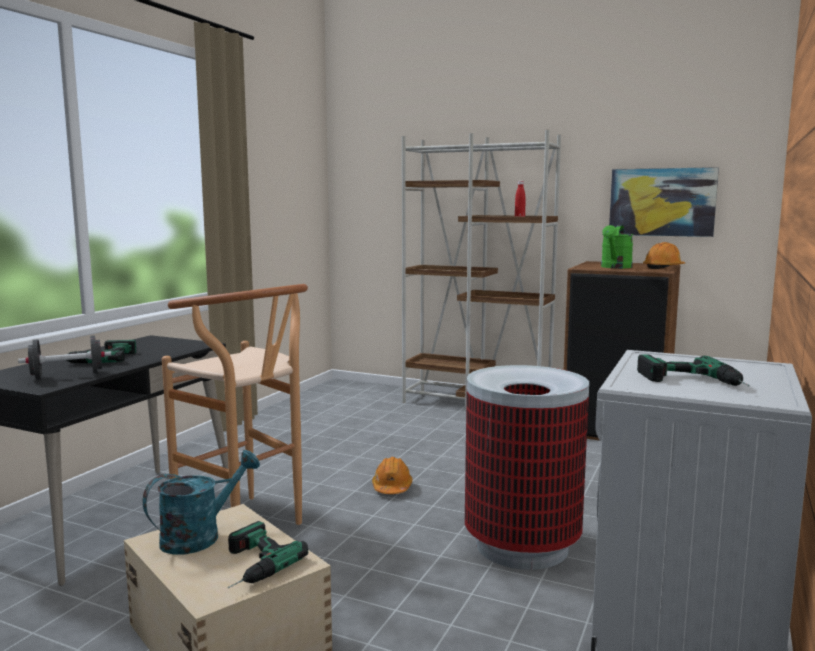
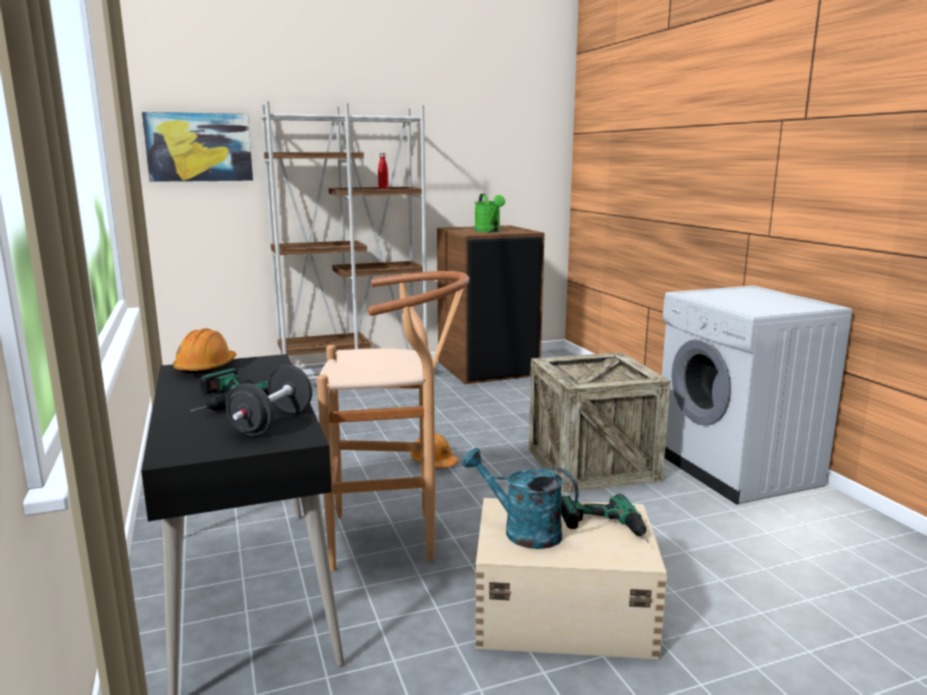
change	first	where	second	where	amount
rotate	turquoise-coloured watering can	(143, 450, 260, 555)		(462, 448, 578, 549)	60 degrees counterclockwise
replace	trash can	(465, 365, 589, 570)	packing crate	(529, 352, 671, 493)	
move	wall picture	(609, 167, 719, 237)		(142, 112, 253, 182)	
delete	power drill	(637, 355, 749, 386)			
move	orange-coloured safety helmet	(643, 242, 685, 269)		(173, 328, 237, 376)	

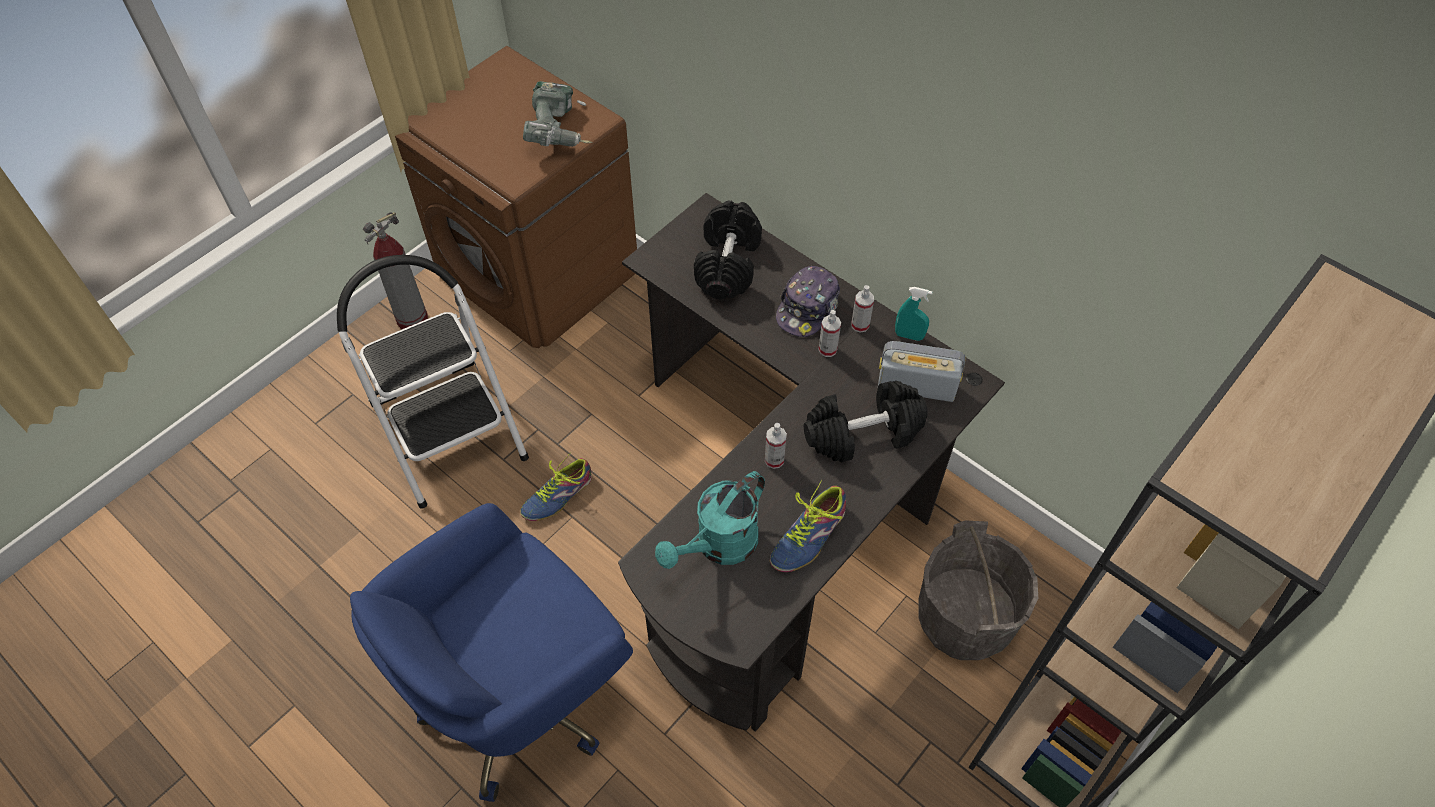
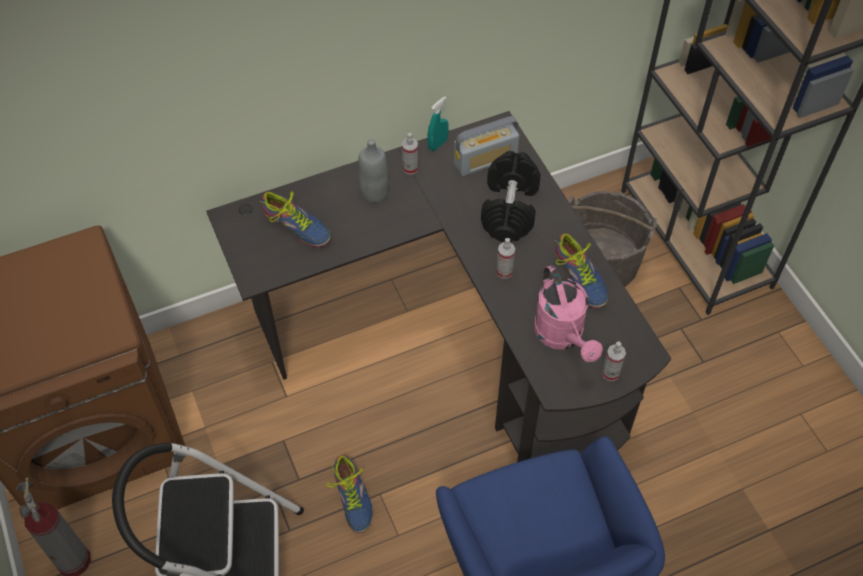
change	first	where	second	where	amount
delete	power drill	(523, 81, 593, 147)			
recolor	turquoise-coloured watering can	(655, 471, 765, 569)	pink watering can	(534, 265, 603, 362)	
replace	black-coloured dumbbell	(694, 200, 762, 299)	low shoe	(260, 191, 331, 247)	
replace	cap	(776, 266, 840, 337)	gray beverage bottle	(358, 139, 389, 203)	
move	spray bottle	(818, 310, 841, 357)		(602, 341, 626, 381)	
rotate	radio set	(878, 341, 966, 402)		(454, 116, 519, 176)	150 degrees counterclockwise

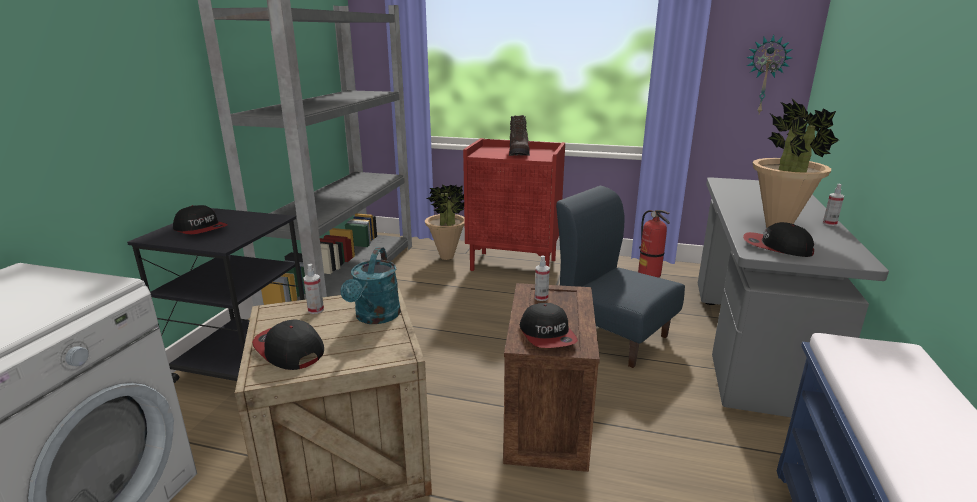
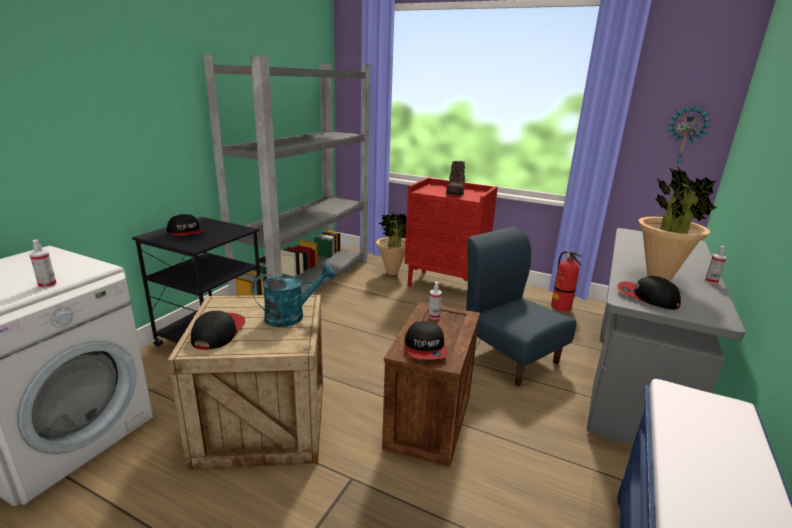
change	first	where	second	where	amount
rotate	cap	(252, 319, 324, 370)		(191, 311, 245, 350)	45 degrees clockwise
move	spray bottle	(303, 264, 324, 314)		(29, 239, 57, 288)	
rotate	turquoise-coloured watering can	(340, 247, 401, 324)		(252, 264, 335, 327)	135 degrees counterclockwise

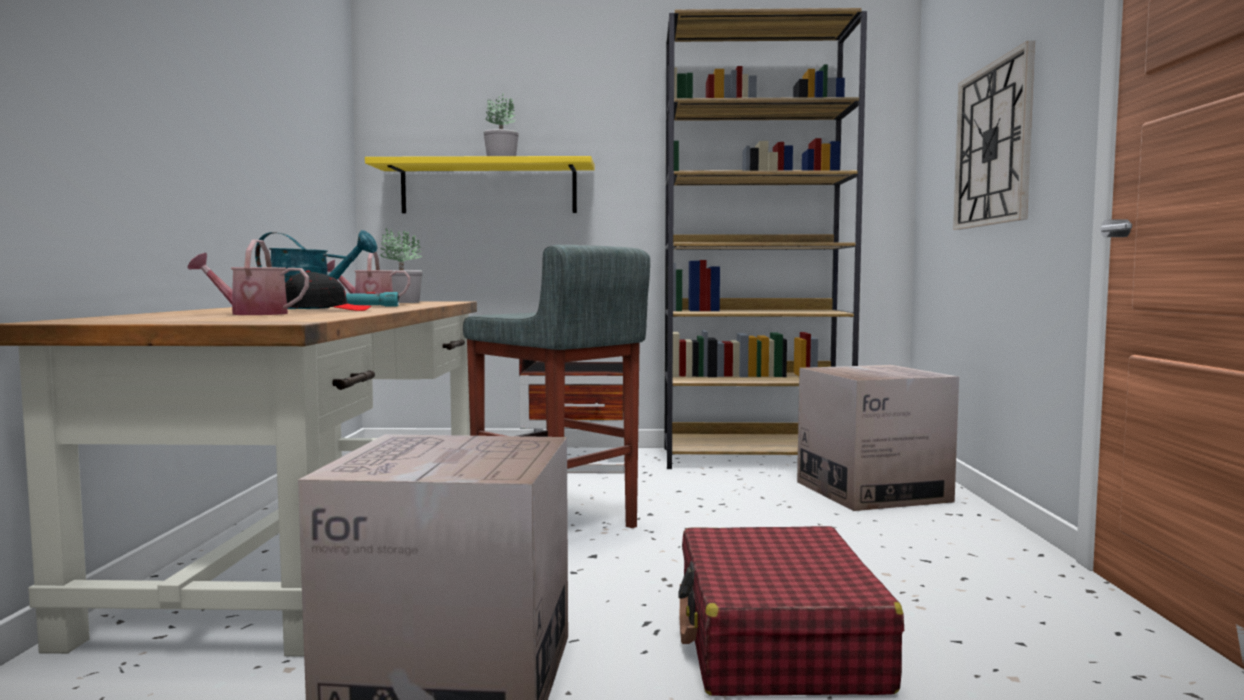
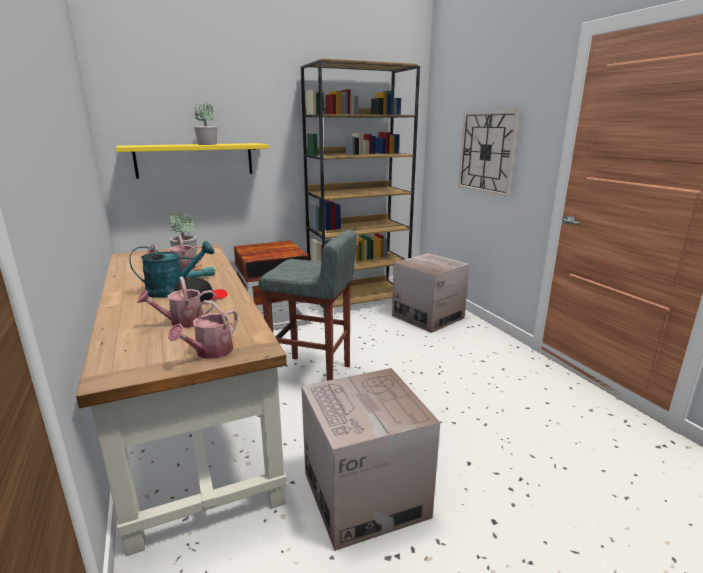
change	first	where	second	where	amount
delete	reddish suitcase	(678, 526, 904, 696)			
insert			watering can	(168, 300, 238, 359)	

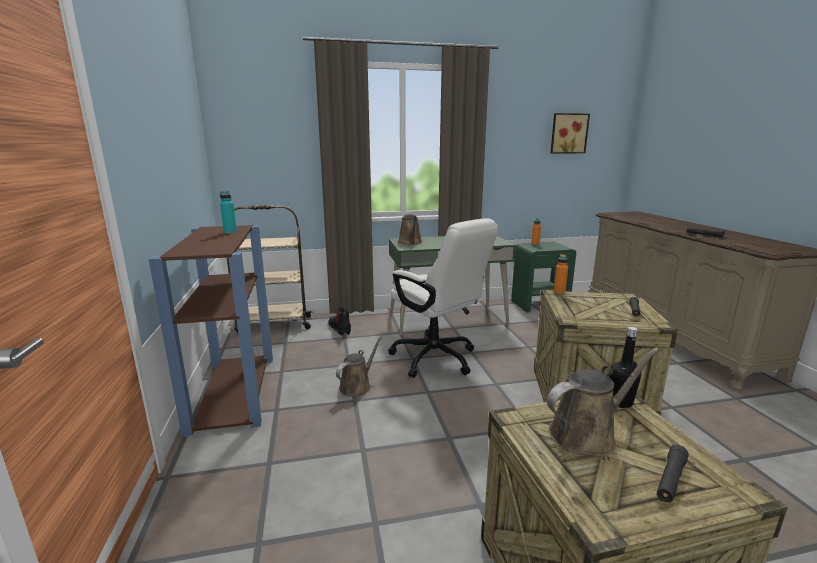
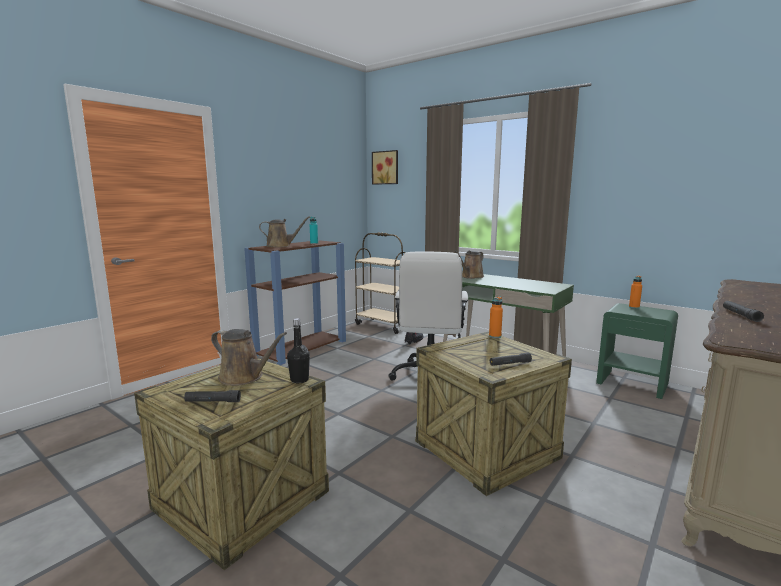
change	first	where	second	where	amount
move	brownish watering can	(336, 335, 383, 397)		(259, 216, 310, 247)	
move	wall picture	(550, 113, 590, 153)		(372, 150, 398, 185)	

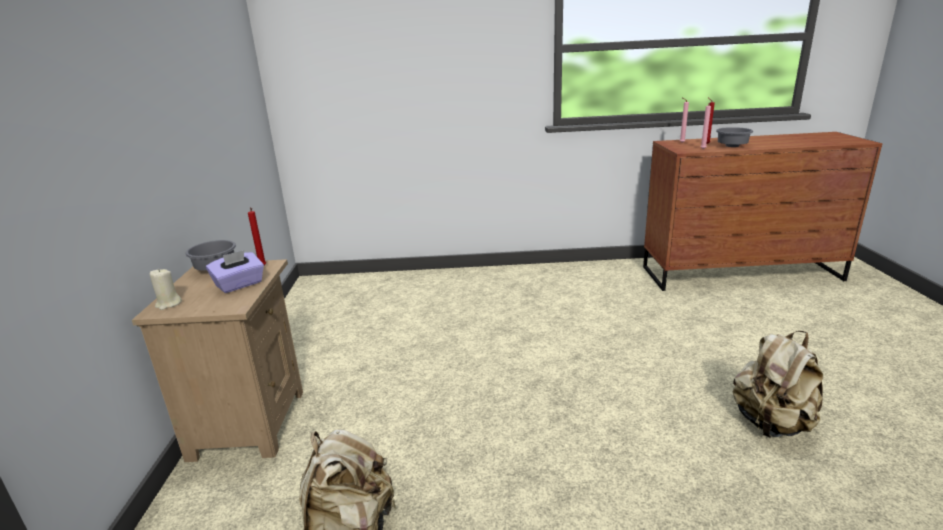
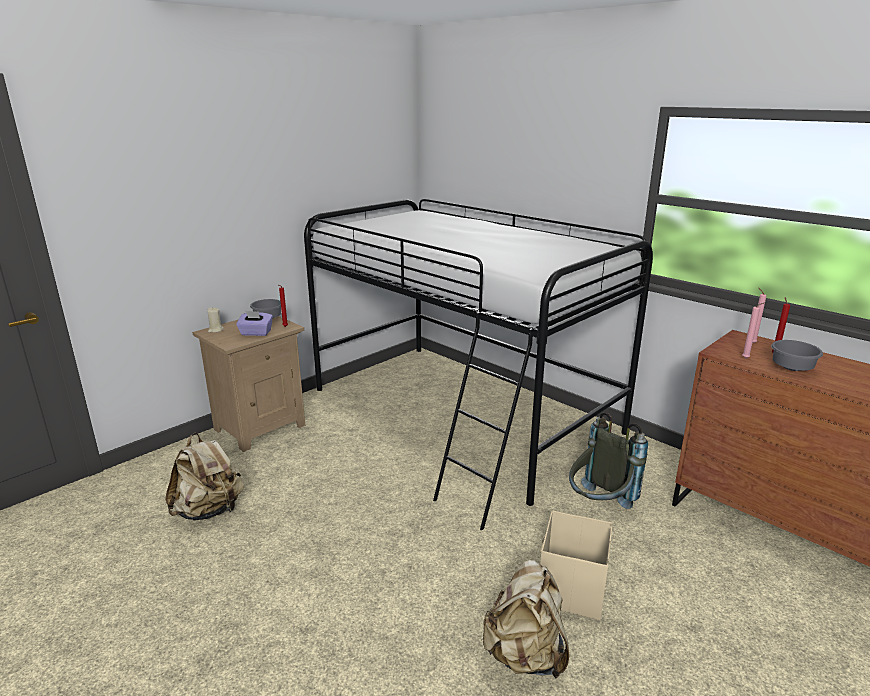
change	first	where	second	where	amount
insert			black-coloured sleeping bed	(304, 199, 653, 530)	
insert			sand-coloured storage bin	(540, 510, 613, 620)	
insert			gray rucksack	(569, 412, 648, 509)	

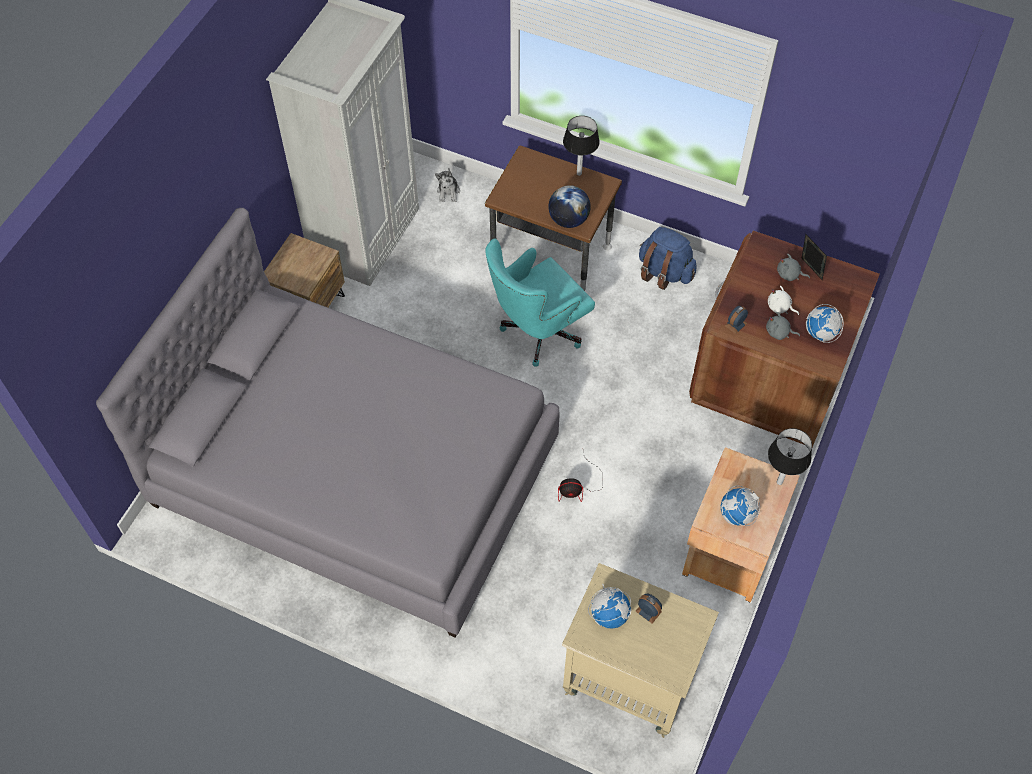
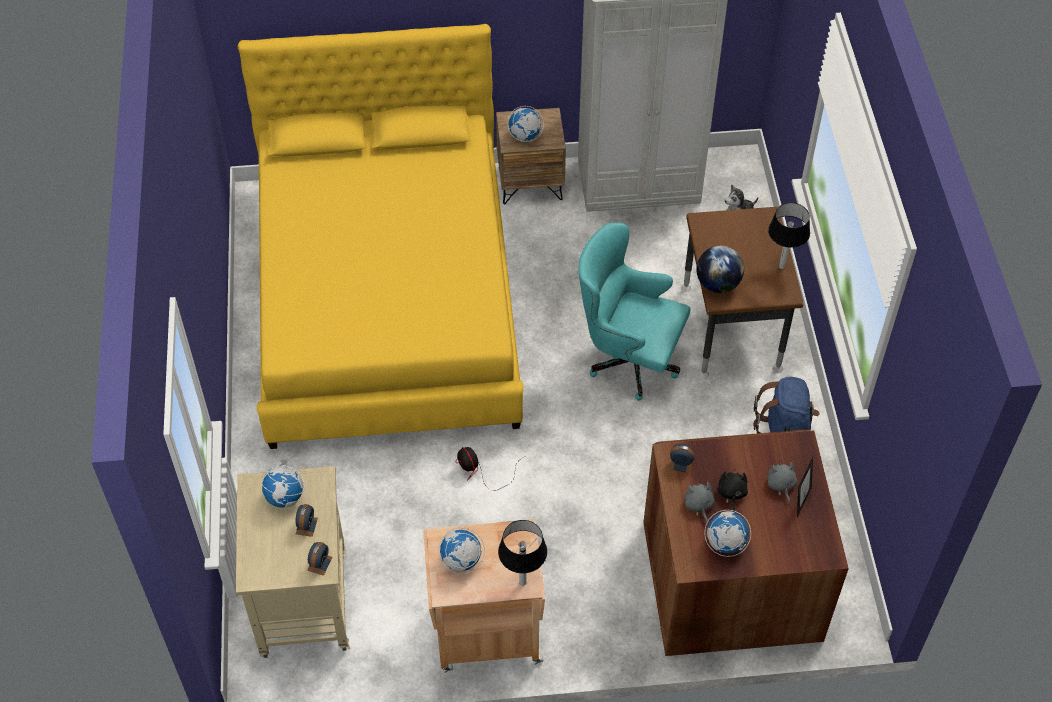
change	first	where	second	where	amount
recolor	gray sleeping bed	(96, 208, 559, 637)	yellow-coloured sleeping bed	(237, 24, 524, 449)	
recolor	white plush toy	(768, 286, 799, 315)	black-coloured plush toy	(717, 468, 748, 512)	
insert			alarm clock	(307, 542, 332, 576)	
insert			world globe	(507, 106, 544, 142)	

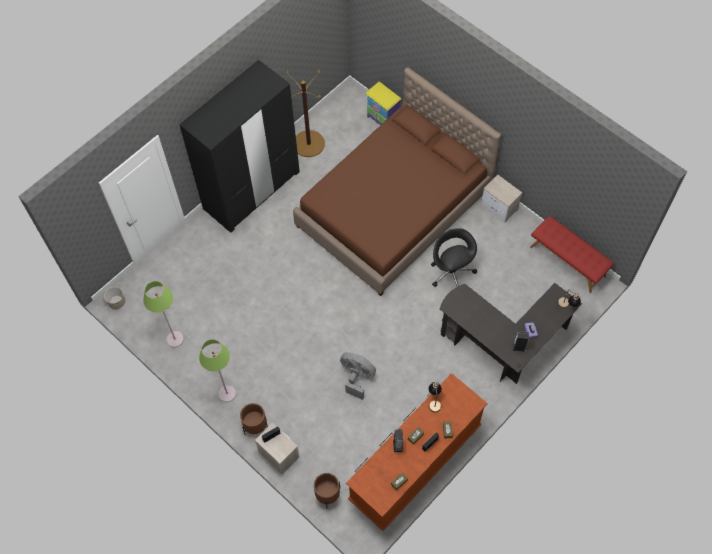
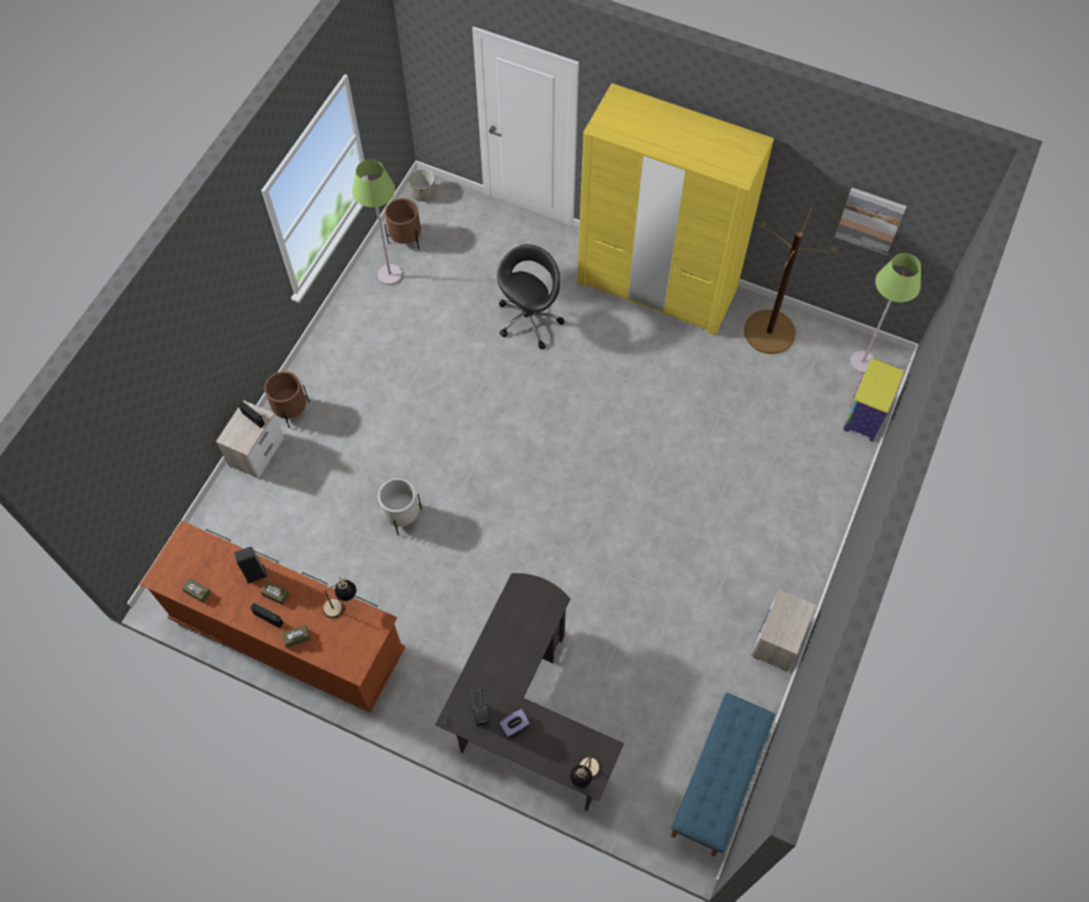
change	first	where	second	where	amount
recolor	black-coloured armoire	(179, 60, 300, 232)	yellow-coloured armoire	(577, 83, 774, 335)	
move	green standard lamp	(199, 340, 236, 402)		(850, 253, 921, 373)	
delete	brownish sleeping bed	(293, 67, 501, 296)			
move	brownish plant pot	(314, 473, 340, 507)		(384, 198, 421, 249)	
replace	gray cooling fan	(340, 352, 376, 400)	white plant pot	(378, 478, 422, 535)	
move	black-coloured office chair	(431, 228, 477, 287)		(497, 244, 564, 349)	
recolor	reddish long seat	(530, 215, 614, 293)	blue long seat	(671, 693, 775, 856)	
insert			wall picture	(835, 187, 907, 255)	

